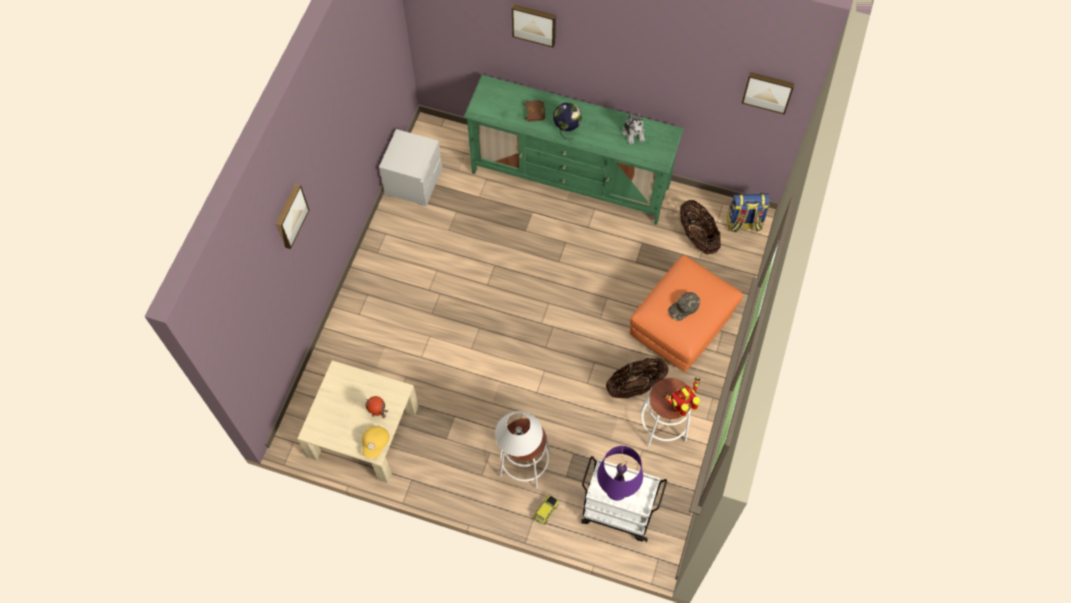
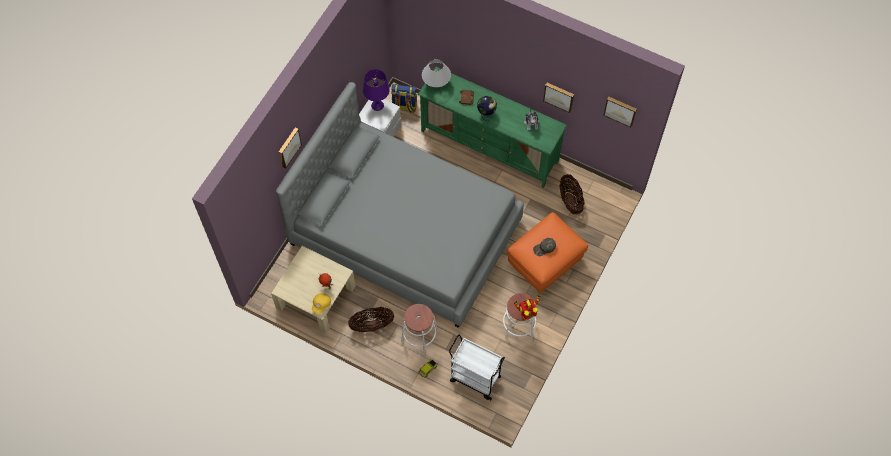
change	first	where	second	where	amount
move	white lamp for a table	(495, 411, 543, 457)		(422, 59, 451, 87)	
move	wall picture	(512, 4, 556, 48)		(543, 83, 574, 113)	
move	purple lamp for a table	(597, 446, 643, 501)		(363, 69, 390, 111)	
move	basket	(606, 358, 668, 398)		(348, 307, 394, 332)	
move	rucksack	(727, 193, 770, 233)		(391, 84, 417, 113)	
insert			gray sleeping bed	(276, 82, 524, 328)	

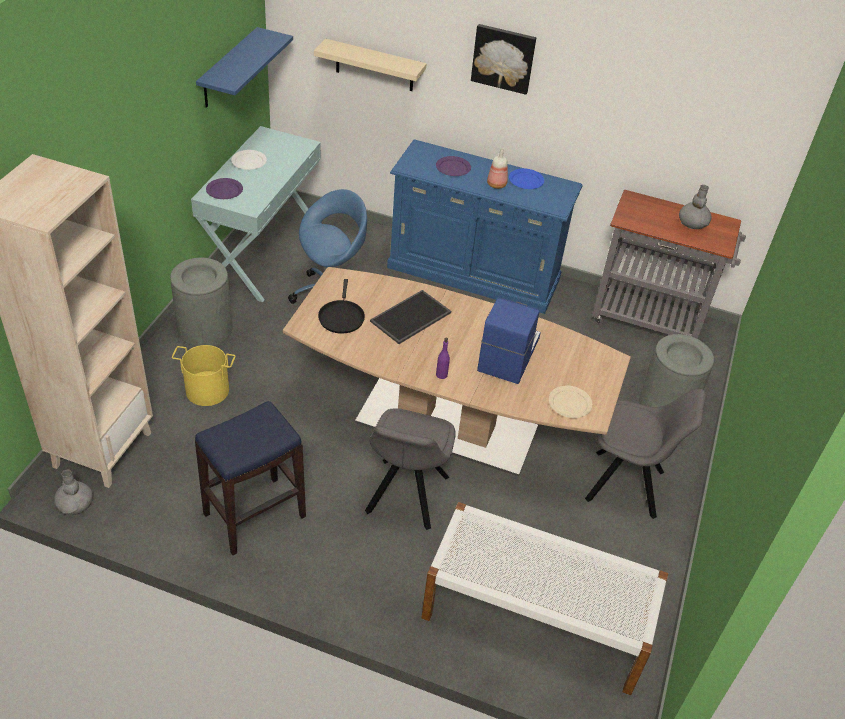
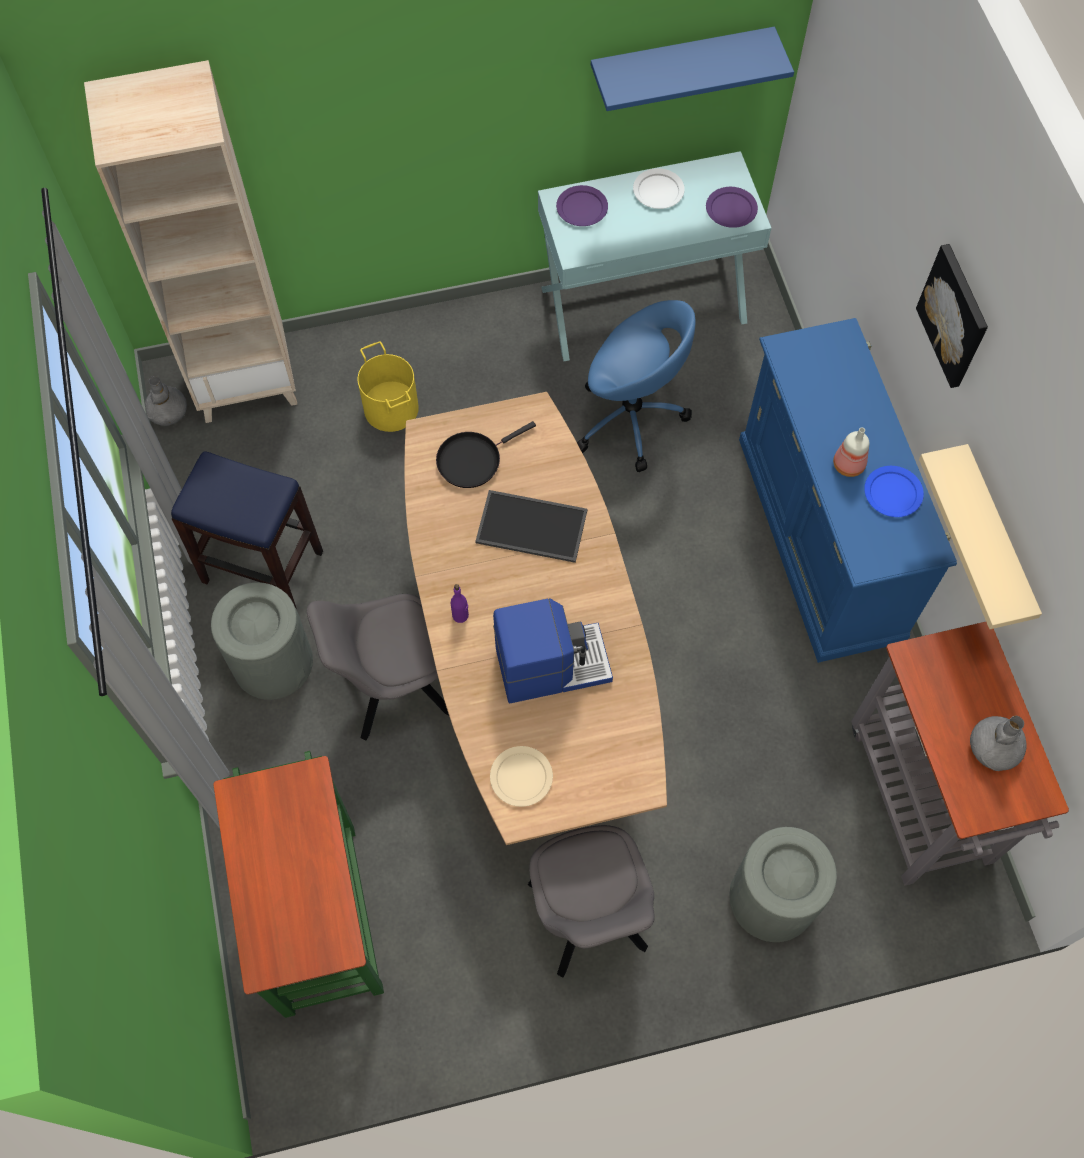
change	first	where	second	where	amount
move	gray trash can	(170, 258, 232, 346)		(211, 582, 313, 700)	
move	sand-coloured wall shelf	(314, 39, 426, 91)		(919, 444, 1042, 629)	
replace	white long seat	(421, 502, 668, 695)	green trolley	(213, 751, 384, 1018)	
move	purple plate	(436, 156, 471, 176)		(706, 187, 758, 228)	

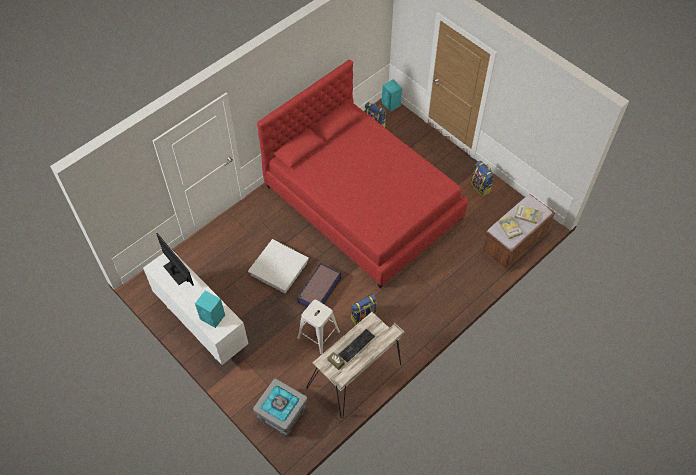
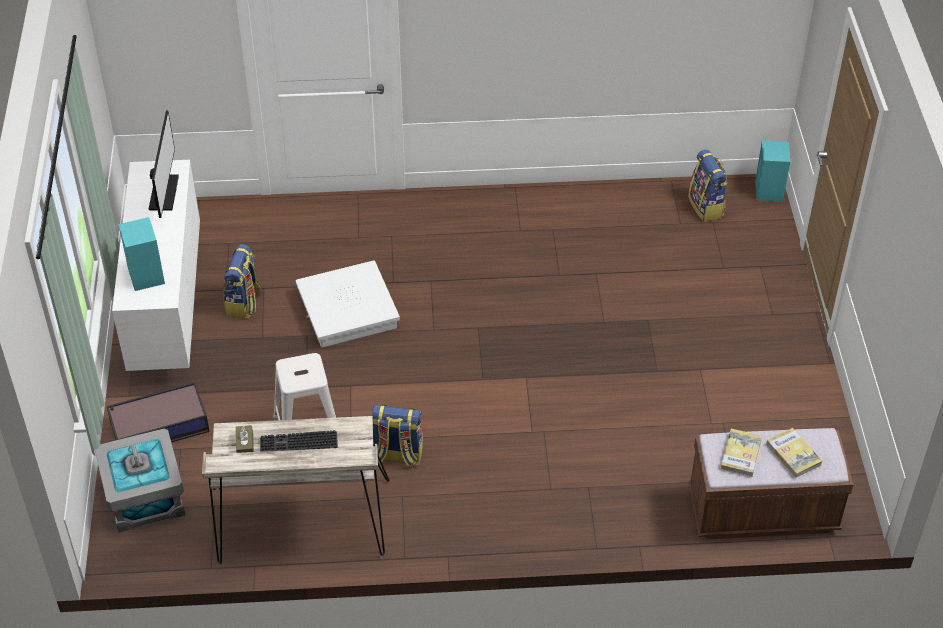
change	first	where	second	where	amount
delete	reddish sleeping bed	(257, 60, 468, 288)			
move	storage bin	(297, 263, 341, 312)		(106, 382, 210, 442)	
move	rucksack	(470, 161, 494, 197)		(223, 244, 262, 319)	

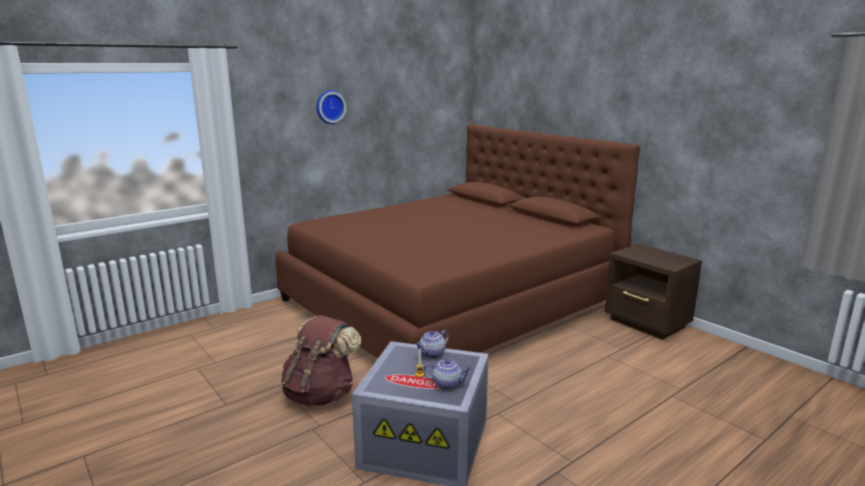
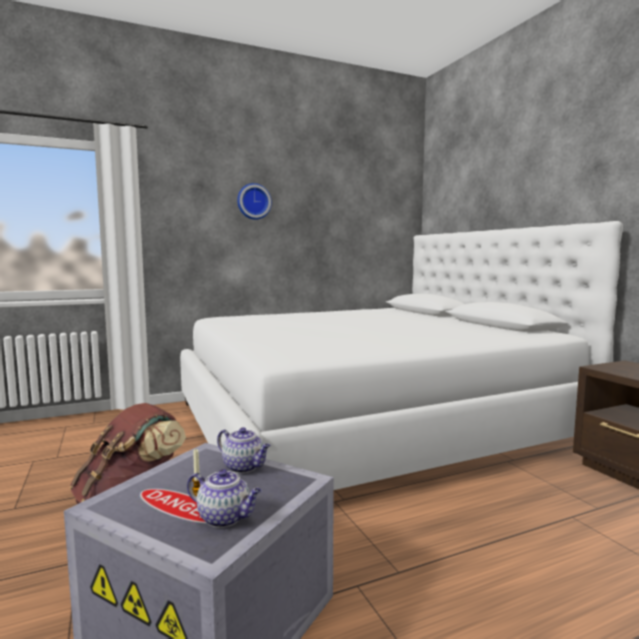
change	first	where	second	where	amount
recolor	brownish sleeping bed	(275, 124, 640, 359)	white sleeping bed	(180, 221, 623, 490)	
rotate	pot for tea	(415, 330, 449, 359)		(217, 427, 271, 473)	120 degrees counterclockwise

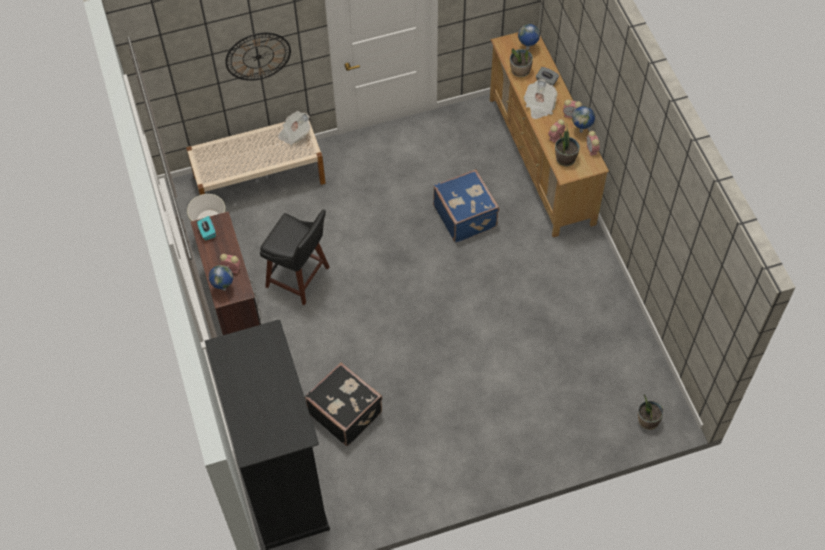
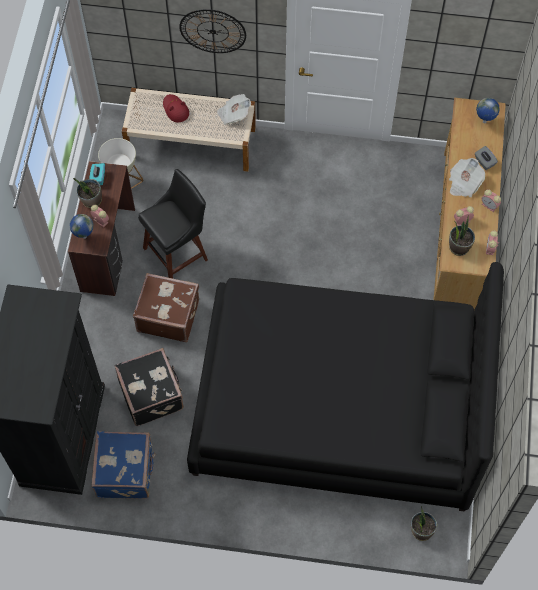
change	first	where	second	where	amount
rotate	black-coloured upright chair	(260, 210, 329, 305)		(138, 169, 208, 278)	90 degrees counterclockwise
move	blue suitcase	(433, 169, 499, 243)		(91, 431, 156, 499)	
move	houseplant	(510, 48, 533, 77)		(73, 178, 102, 208)	
delete	world globe	(572, 106, 595, 133)			
insert			brownish suitcase	(133, 273, 199, 342)	
insert			reddish hat	(163, 94, 189, 122)	
insert			black-coloured sleeping bed	(187, 262, 504, 511)	

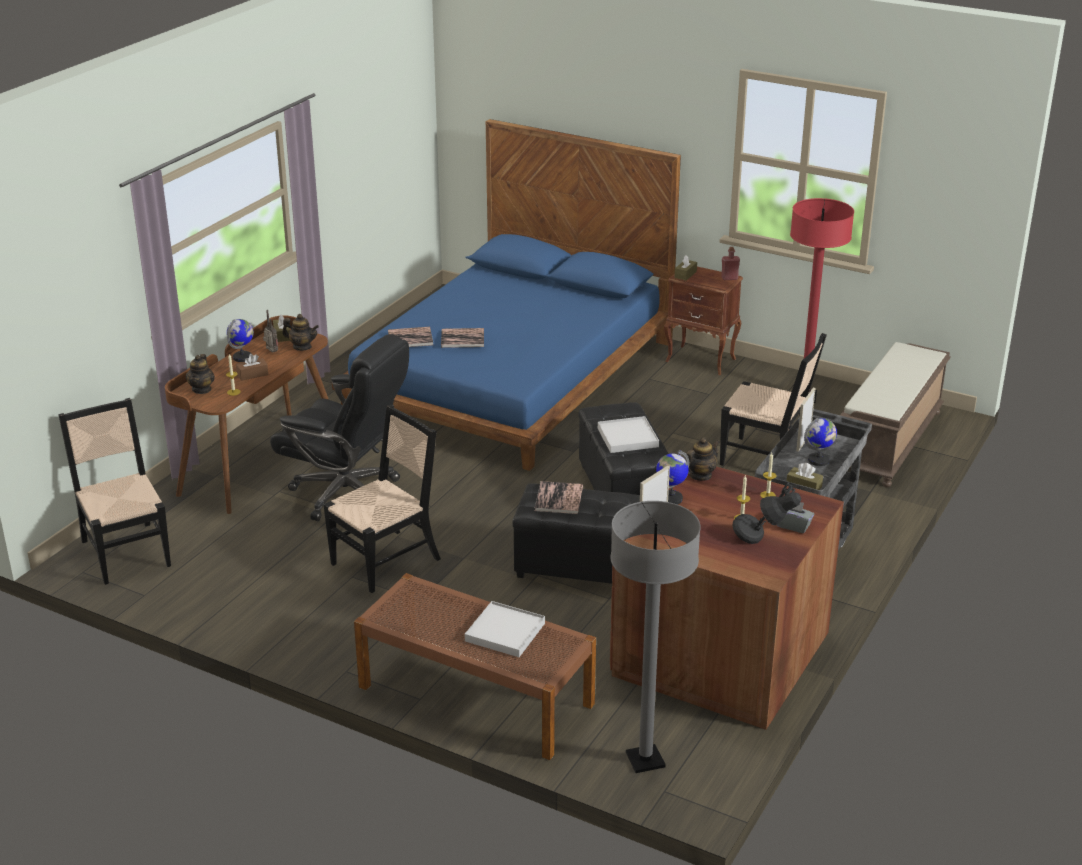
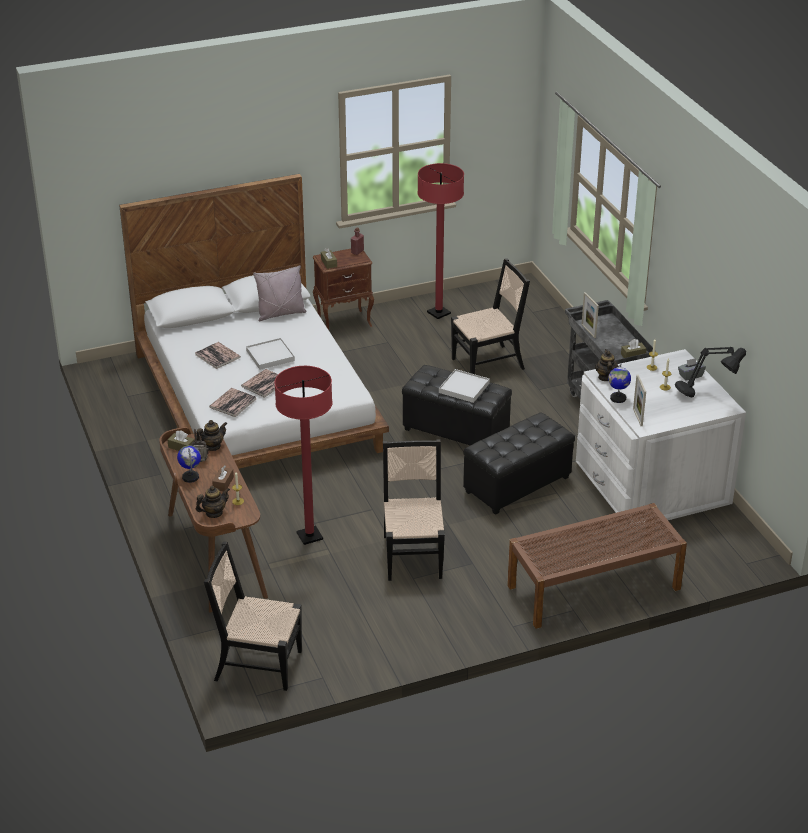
change	first	where	second	where	amount
rotate	pot for tea	(186, 354, 215, 394)		(196, 486, 230, 518)	75 degrees counterclockwise
replace	black-coloured office chair	(270, 334, 409, 521)	reddish standard lamp	(275, 366, 333, 545)	
recolor	blue sleeping bed	(332, 119, 681, 471)	white sleeping bed	(119, 174, 389, 469)	
move	white tray	(465, 601, 545, 657)		(246, 338, 295, 370)	
move	bound book	(535, 481, 583, 514)		(195, 342, 241, 369)	
recolor	brownish drawer chest	(610, 466, 844, 730)	white drawer chest	(576, 349, 746, 529)	
delete	gray standard lamp	(610, 501, 701, 773)			
delete	world globe	(804, 418, 837, 466)			
delete	brownish long seat	(840, 342, 951, 487)			
insert			purple cushion	(253, 265, 307, 321)	

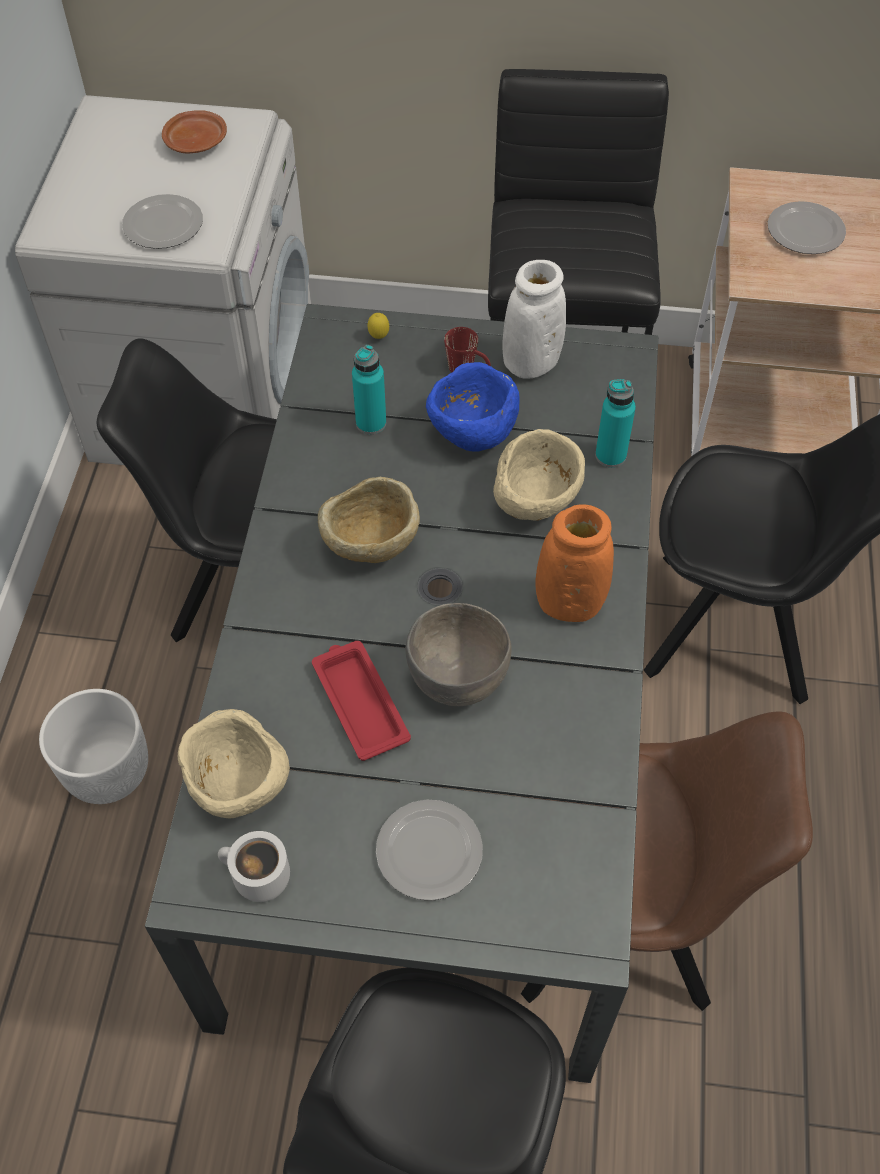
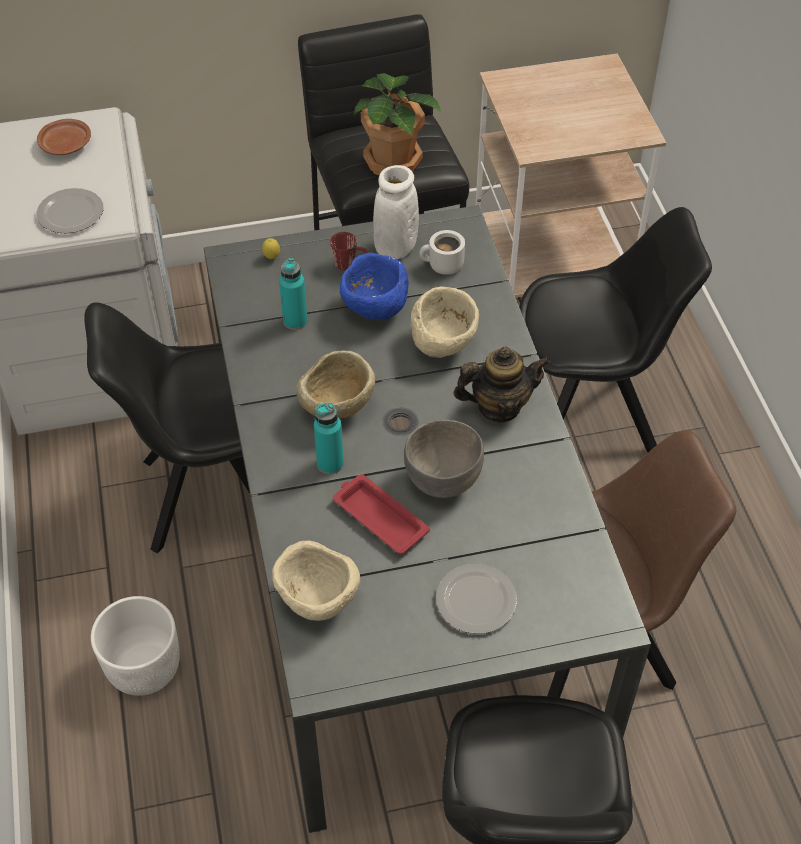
change	first	where	second	where	amount
move	white tea mug	(218, 831, 290, 902)		(419, 230, 465, 275)	
replace	orange-coloured decorative vase	(535, 504, 614, 622)	pot for tea	(453, 347, 550, 422)	
move	turquoise-coloured beverage bottle	(595, 379, 636, 468)		(314, 403, 344, 474)	
delete	plate	(768, 201, 846, 254)			
insert			houseplant	(354, 73, 442, 175)	

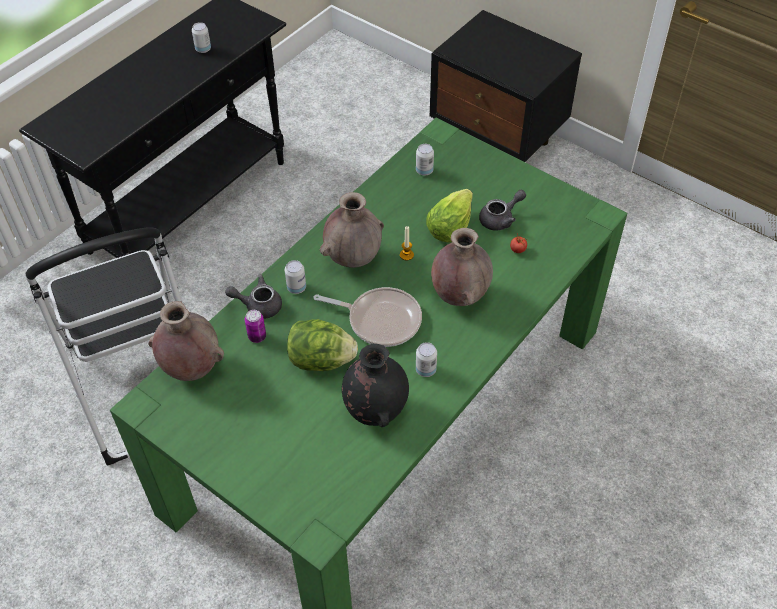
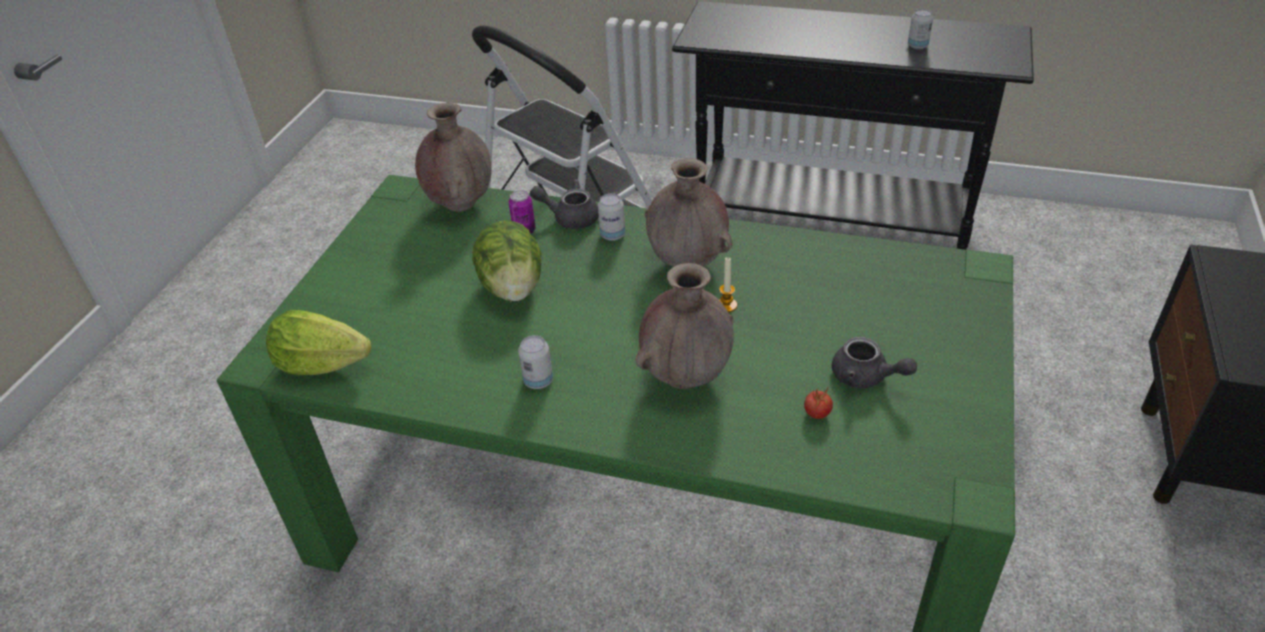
change	first	where	second	where	amount
rotate	gray pot for tea	(225, 274, 282, 319)		(530, 179, 599, 229)	60 degrees counterclockwise
delete	frying pan	(313, 287, 422, 347)			
delete	black-coloured decorative vase	(342, 344, 409, 427)			
delete	can	(416, 144, 434, 176)			
move	head of lettuce	(426, 189, 473, 243)		(266, 310, 372, 375)	

